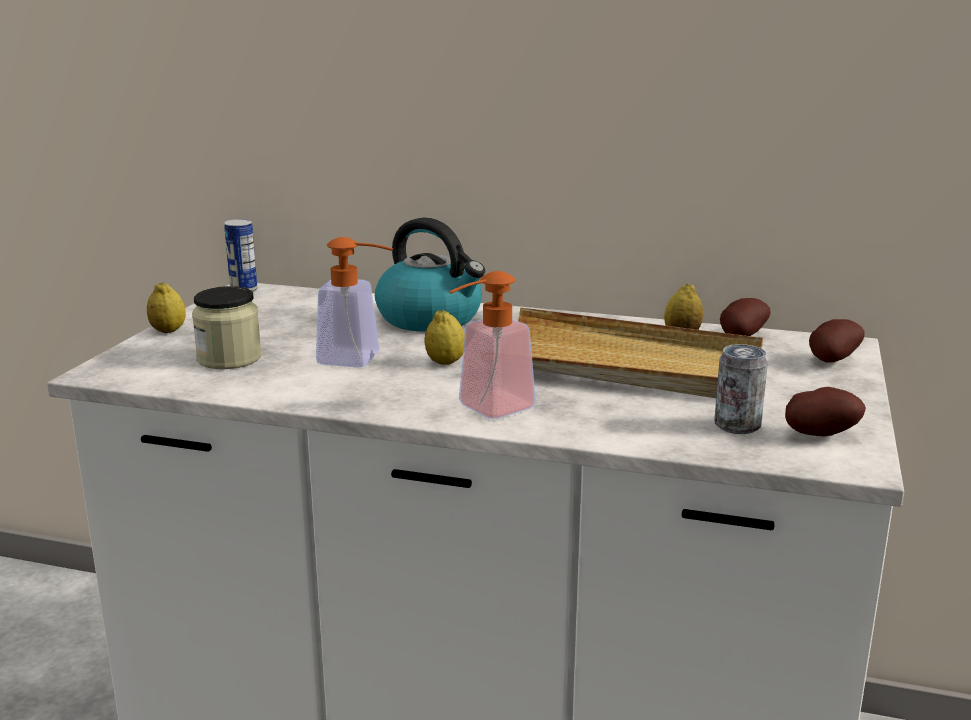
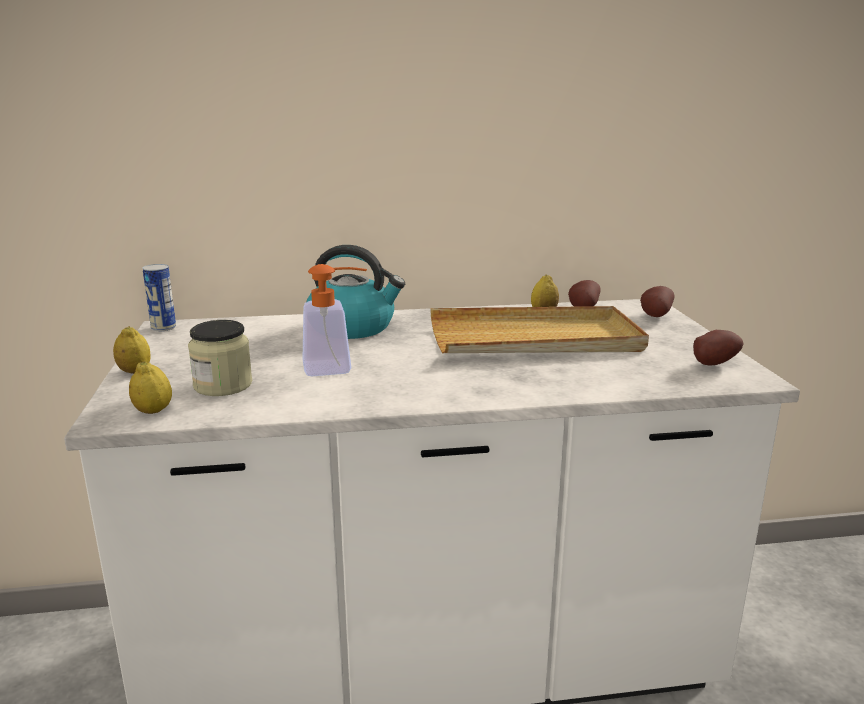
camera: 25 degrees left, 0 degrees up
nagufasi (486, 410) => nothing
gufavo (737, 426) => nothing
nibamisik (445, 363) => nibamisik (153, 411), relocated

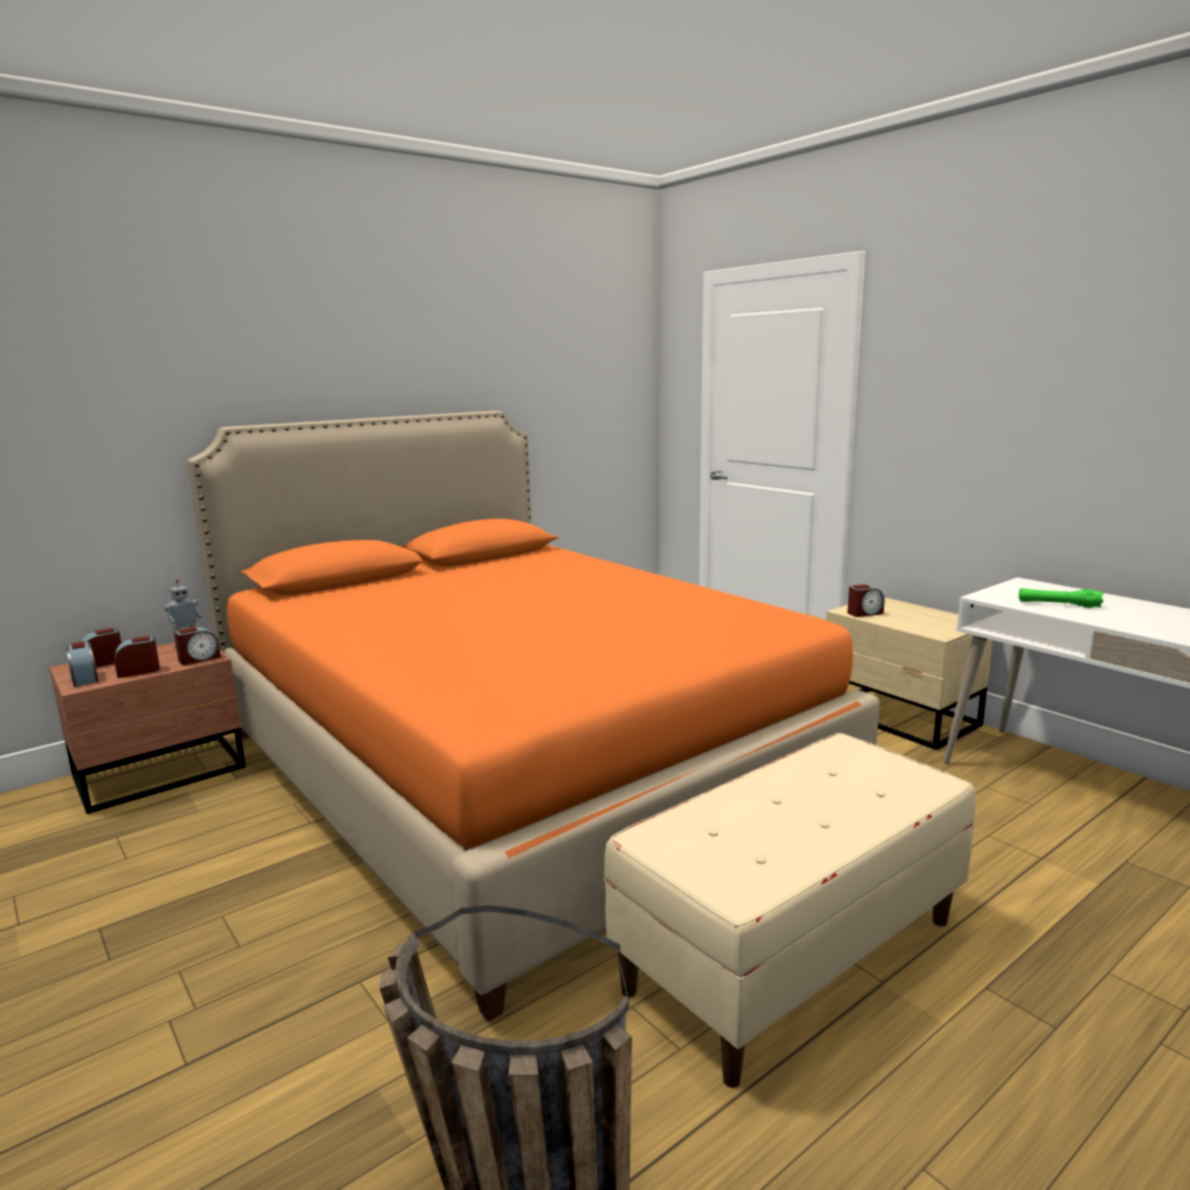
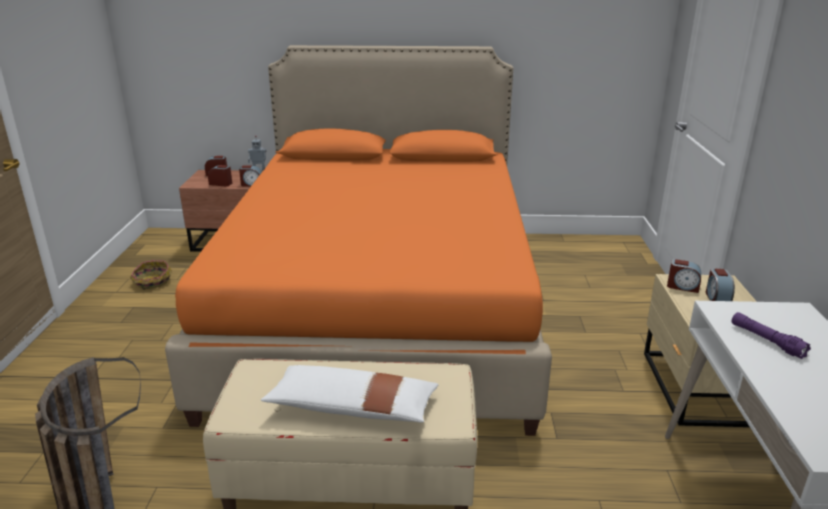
camera: 40 degrees right, 10 degrees up
nothing => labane (152, 282)
nothing => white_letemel (352, 408)
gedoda (84, 679) => gedoda (717, 298), relocated
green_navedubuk (1058, 605) => purple_navedubuk (766, 341)

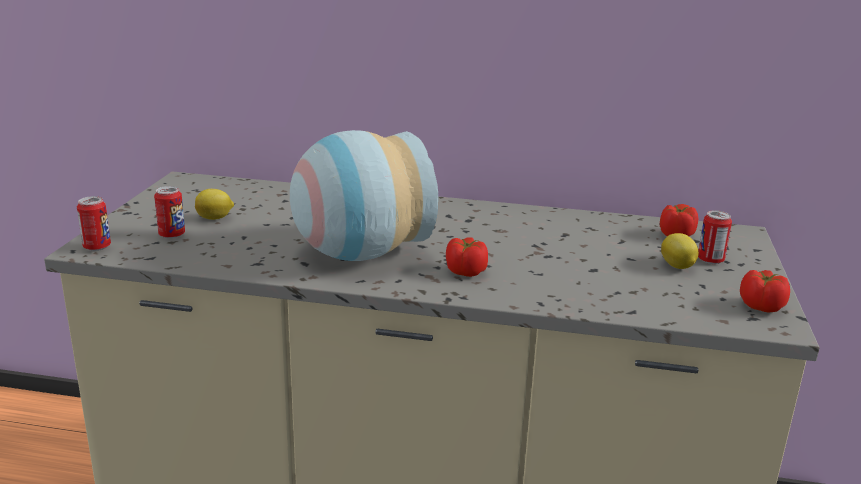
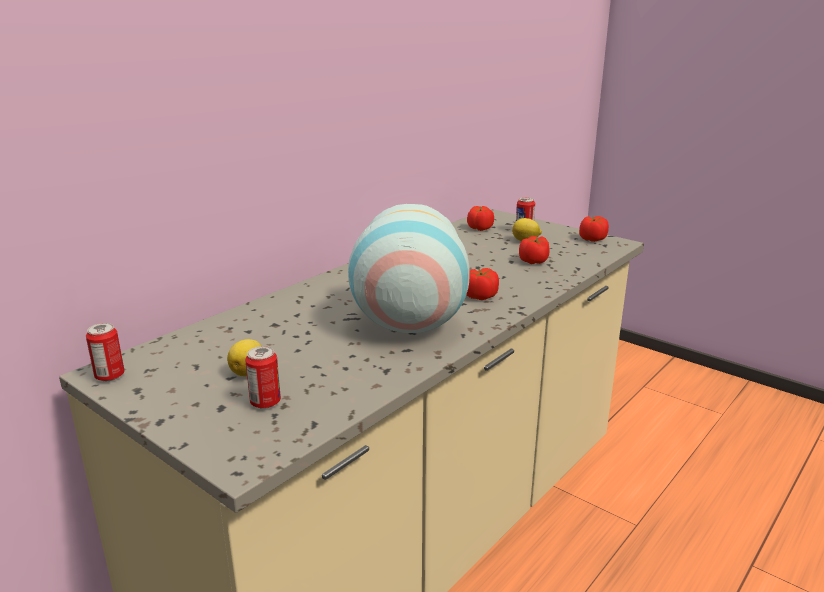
camera: 60 degrees left, 0 degrees up
nothing => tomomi (533, 261)
gufavo (97, 247) => gufavo (110, 376), relocated

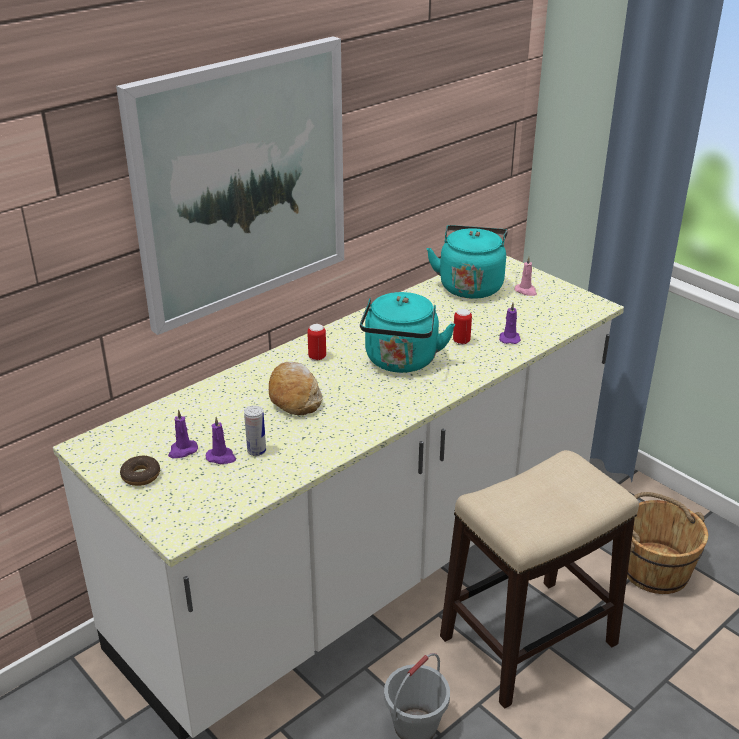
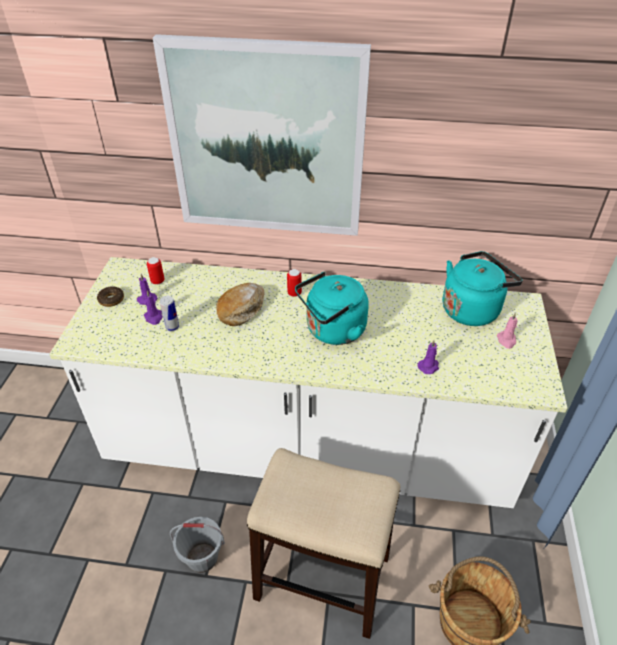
camera: 50 degrees right, 10 degrees up
gufavo (461, 341) => gufavo (157, 281), relocated

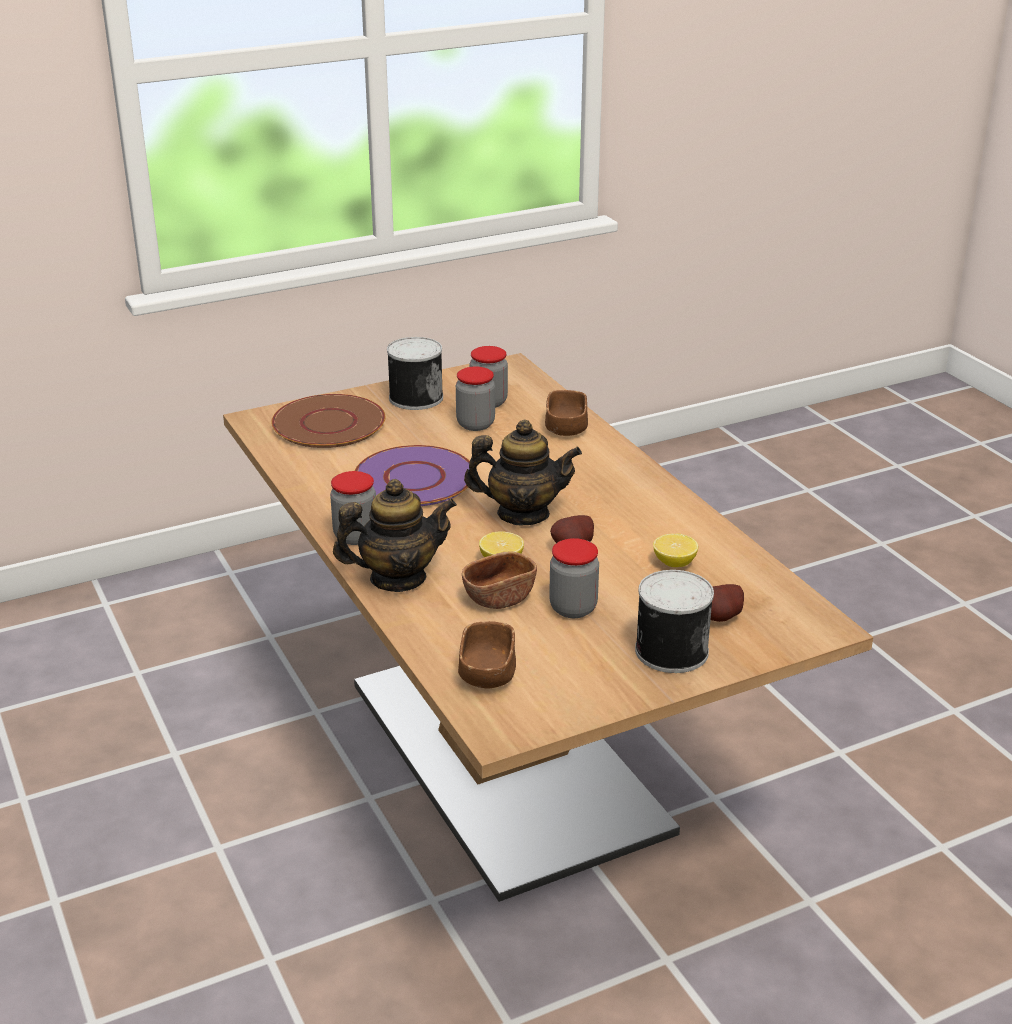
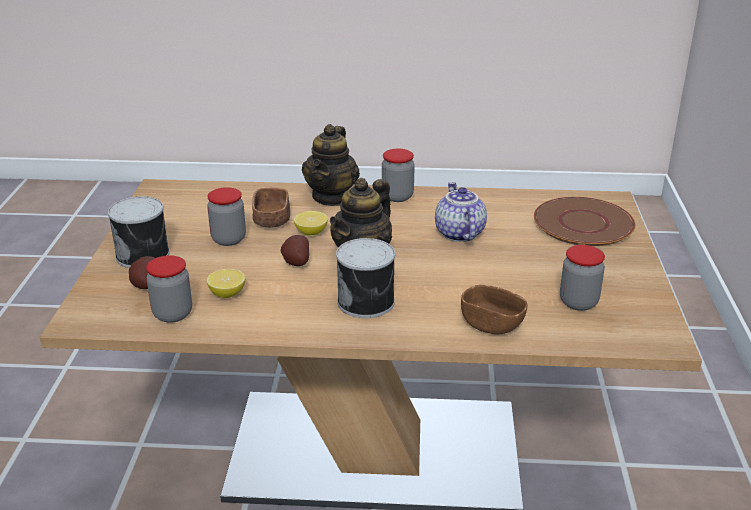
camera: 120 degrees right, 0 degrees up
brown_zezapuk (487, 674) => nothing
gufavo (415, 397) => gufavo (367, 302), relocated
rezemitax (475, 424) => rezemitax (172, 314), relocated
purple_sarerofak (415, 479) => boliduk (458, 233)

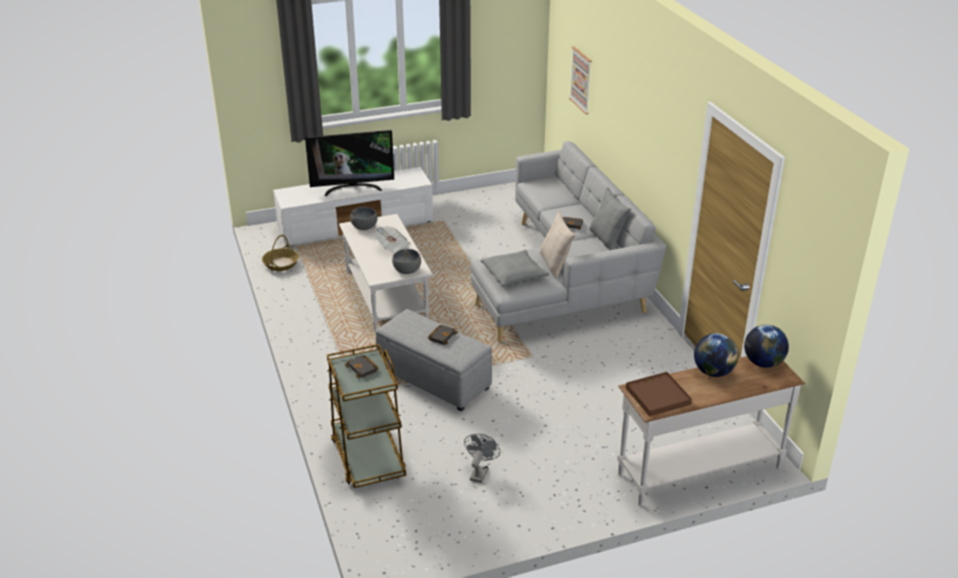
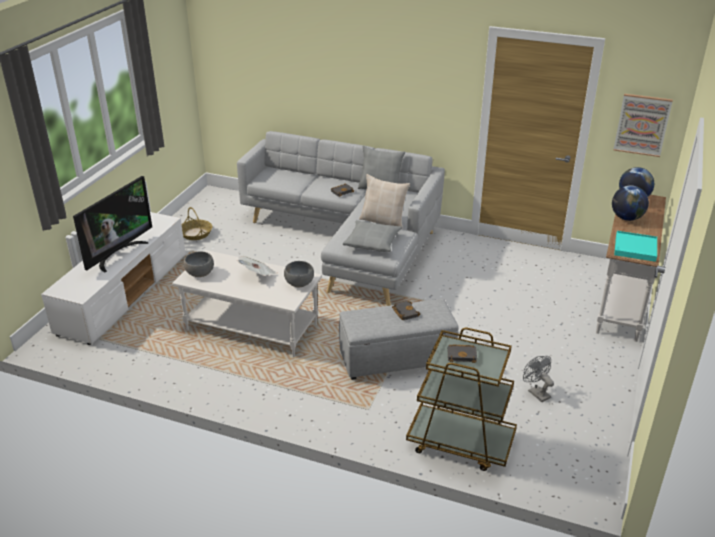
camera: 50 degrees left, 0 degrees up
labane (281, 264) => labane (196, 234), relocated
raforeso (581, 80) => raforeso (642, 125), relocated
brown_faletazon (658, 396) => turquoise_faletazon (635, 248)

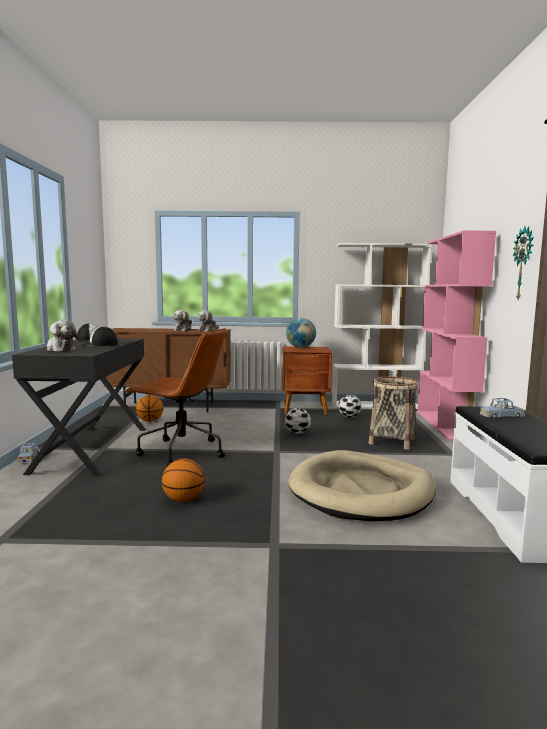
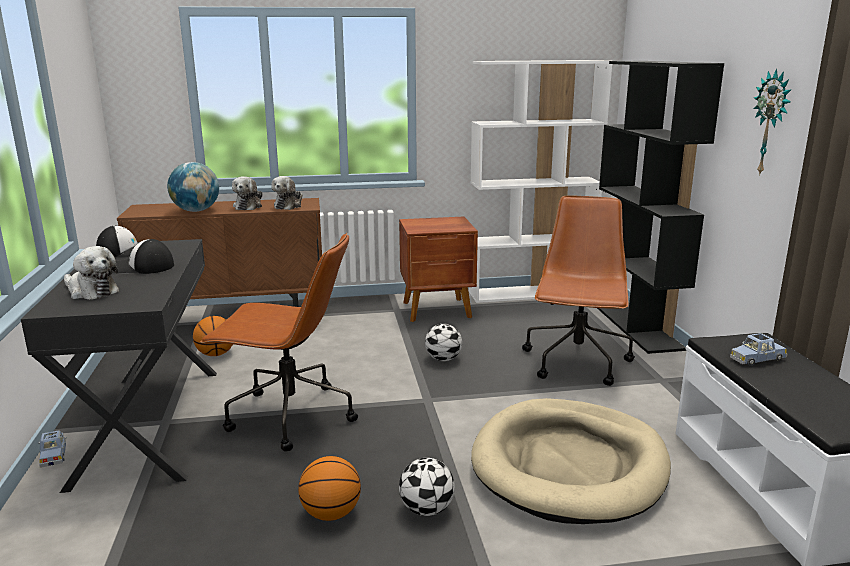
camera: 10 degrees left, 10 degrees up
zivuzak (300, 347) => zivuzak (196, 211), relocated
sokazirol (349, 417) => sokazirol (426, 509), relocated
labane (392, 441) => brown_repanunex (577, 363)
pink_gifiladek (445, 425) => black_gifiladek (635, 324)

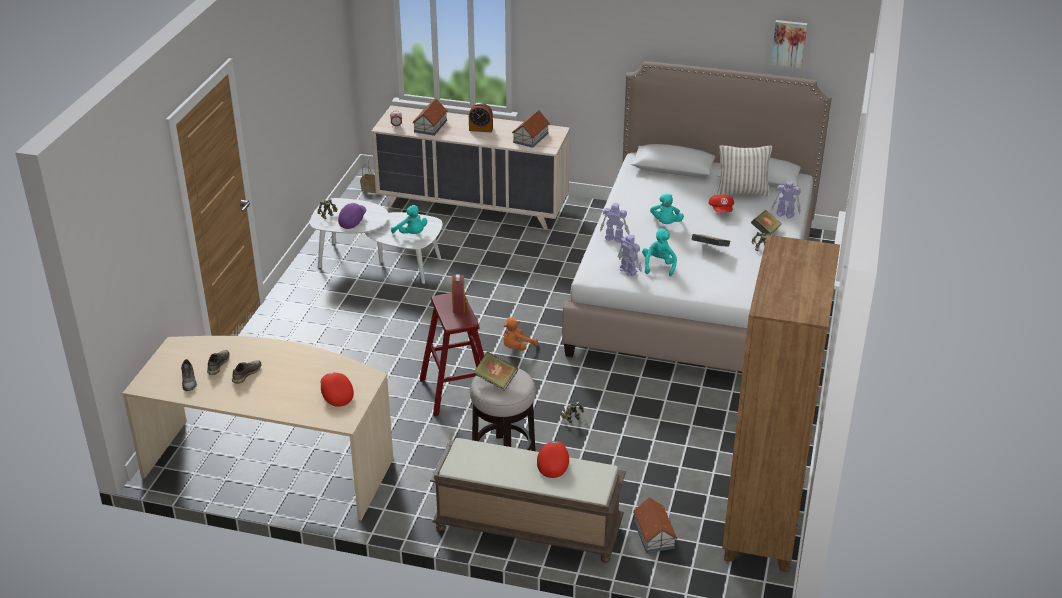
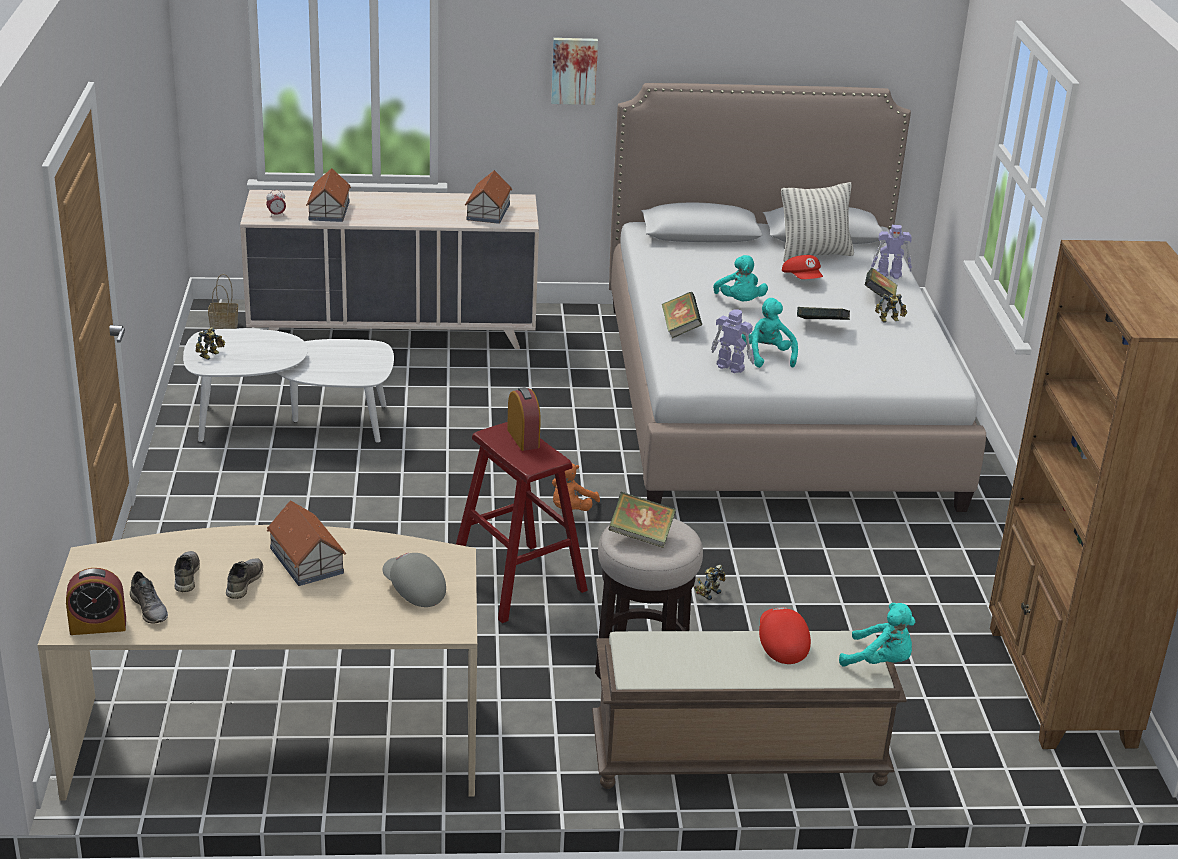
camera: 20 degrees left, 5 degrees down
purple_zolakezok (352, 221) => nothing
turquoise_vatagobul (411, 234) => turquoise_vatagobul (880, 662), relocated
gedoda (481, 129) => gedoda (98, 626), relocated
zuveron (654, 534) => zuveron (307, 560), relocated
raforeso (789, 43) => raforeso (574, 70), relocated
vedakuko (613, 238) => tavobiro (680, 328)
red_zolakezok (336, 395) => grey_zolakezok (413, 591)

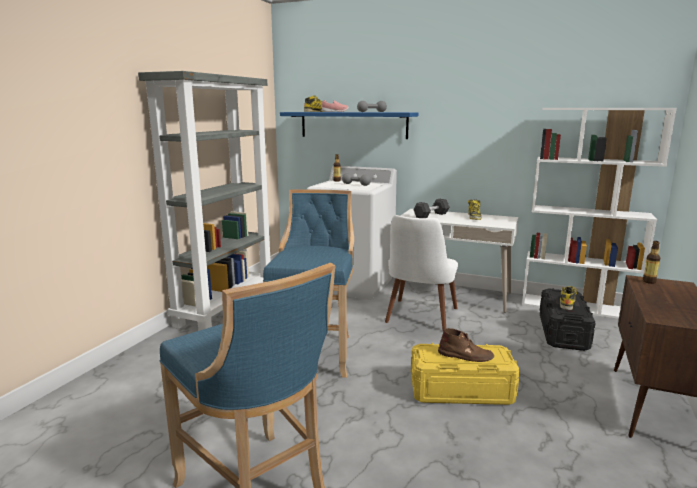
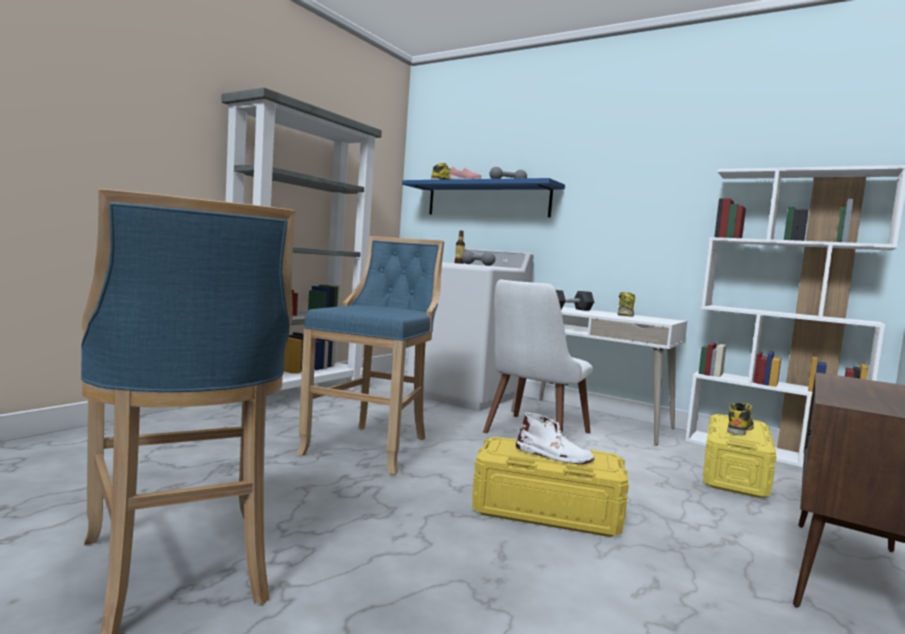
camera: 10 degrees right, 10 degrees down
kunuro (649, 281) => nothing
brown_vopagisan (466, 356) => white_vopagisan (554, 455)
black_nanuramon (562, 332) => yellow_nanuramon (734, 475)

